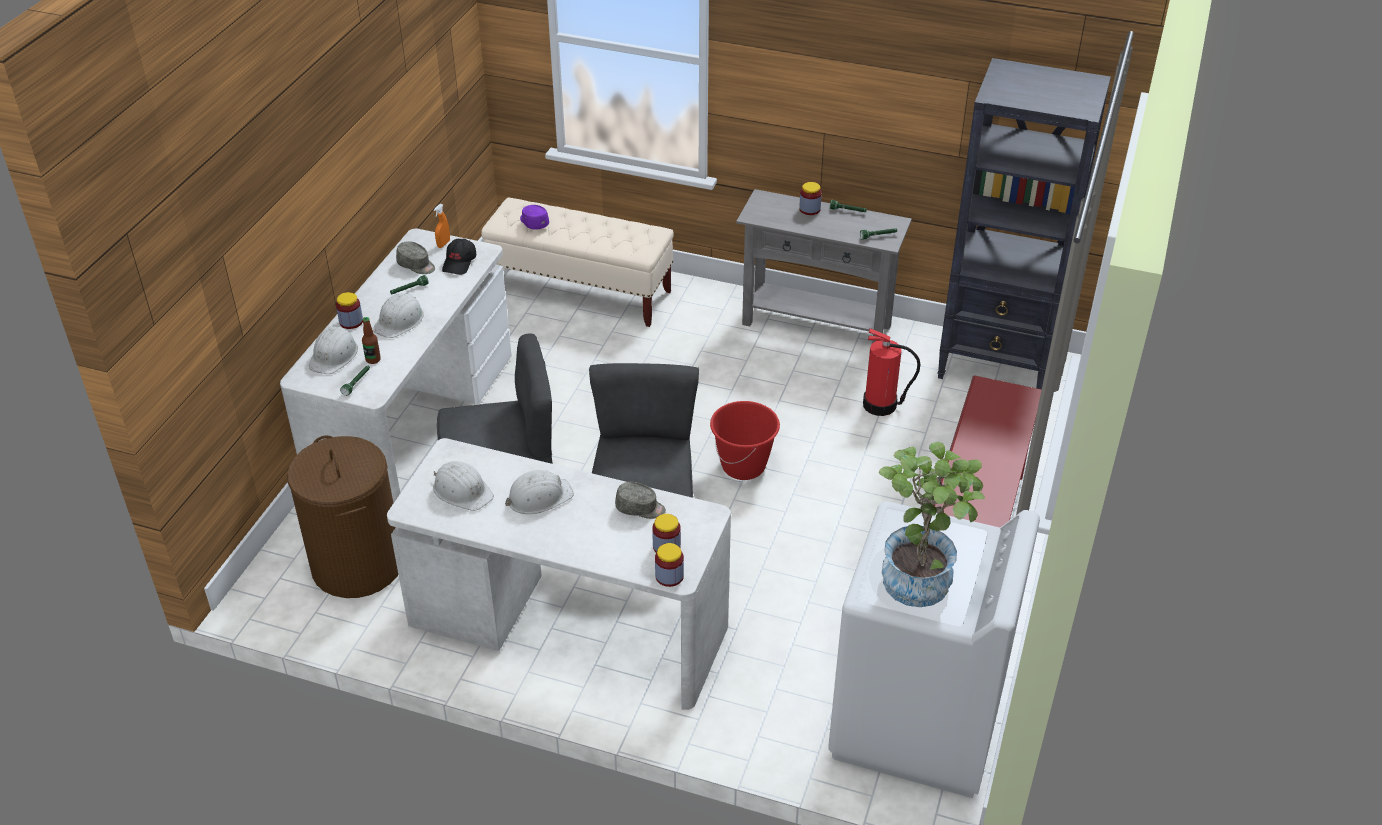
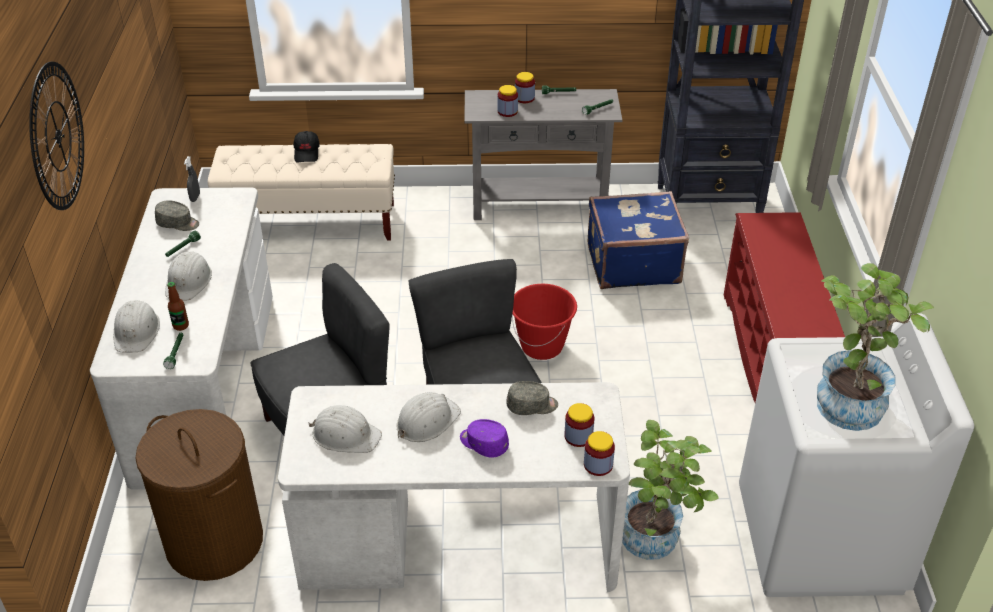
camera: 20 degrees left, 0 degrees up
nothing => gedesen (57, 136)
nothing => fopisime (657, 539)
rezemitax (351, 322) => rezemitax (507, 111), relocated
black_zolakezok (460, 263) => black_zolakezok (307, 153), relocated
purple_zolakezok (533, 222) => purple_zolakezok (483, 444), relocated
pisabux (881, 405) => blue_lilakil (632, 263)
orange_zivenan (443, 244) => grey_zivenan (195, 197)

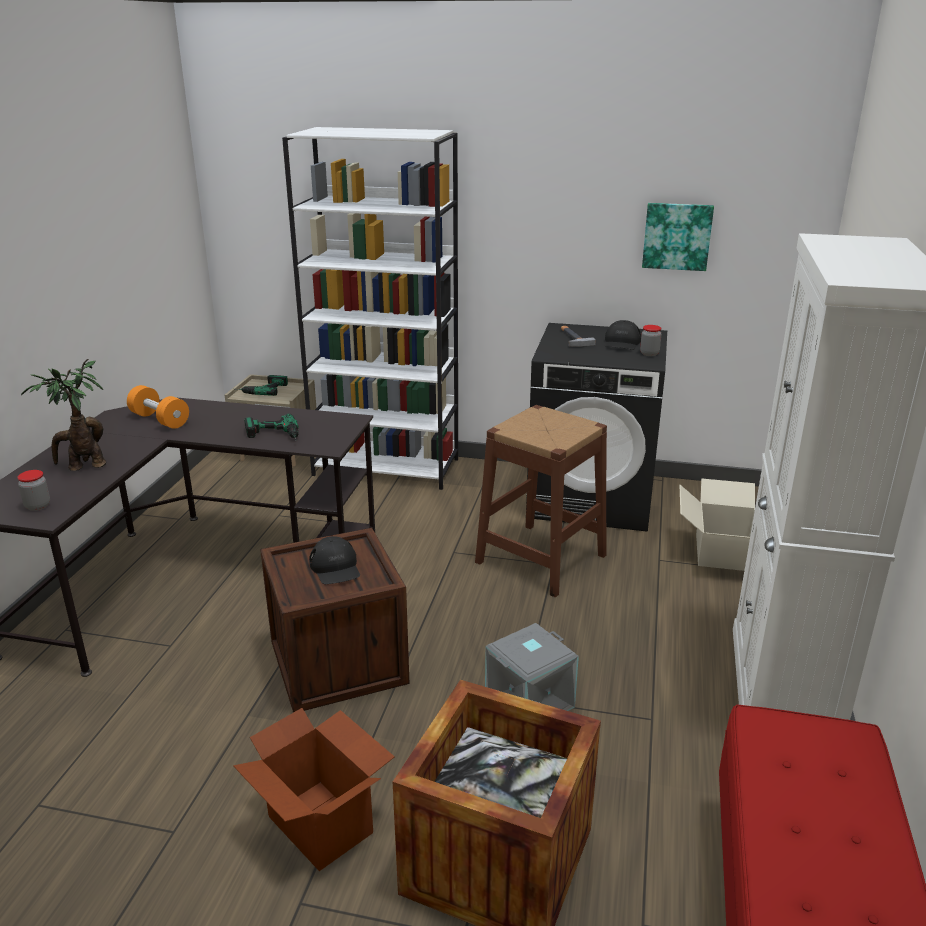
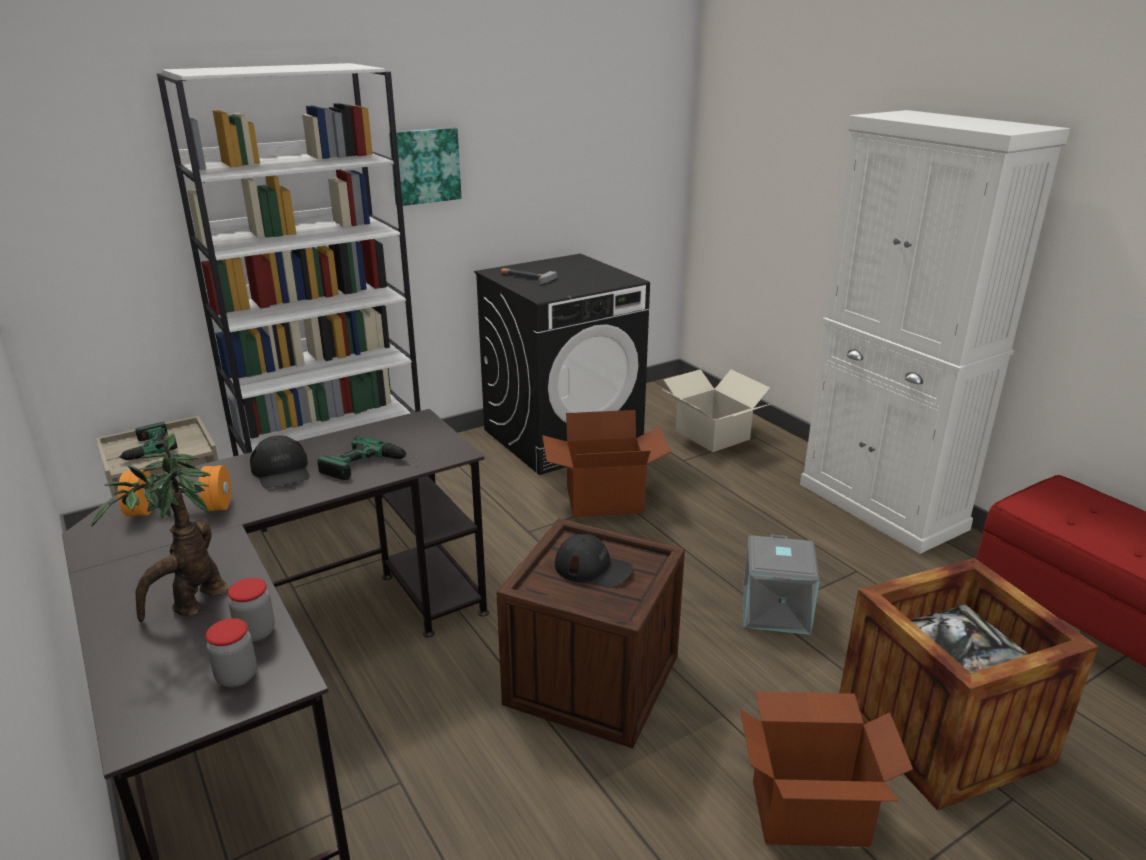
camera: 45 degrees left, 0 degrees up
black_zolakezok (621, 343) => black_zolakezok (282, 471), relocated
rezemitax (649, 354) => rezemitax (256, 632), relocated
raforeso (677, 236) => raforeso (425, 166), relocated
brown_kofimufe (541, 558) => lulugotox (604, 501)

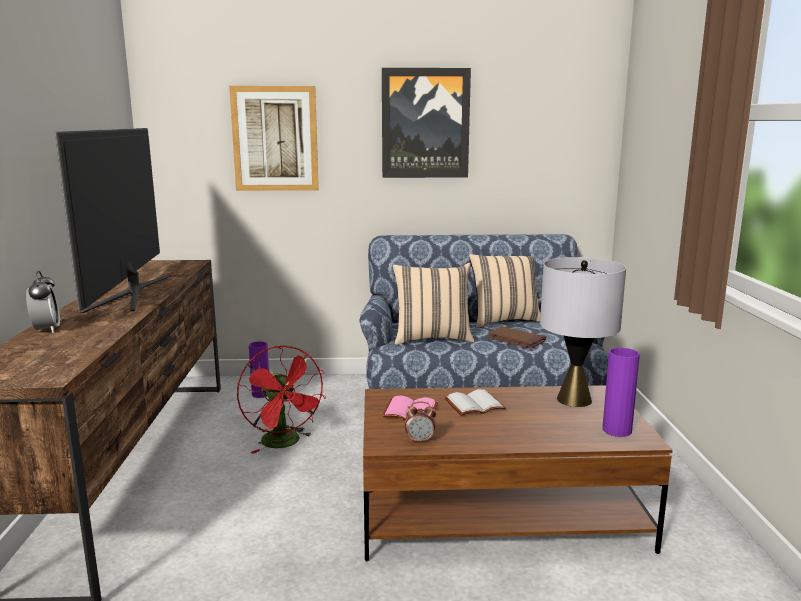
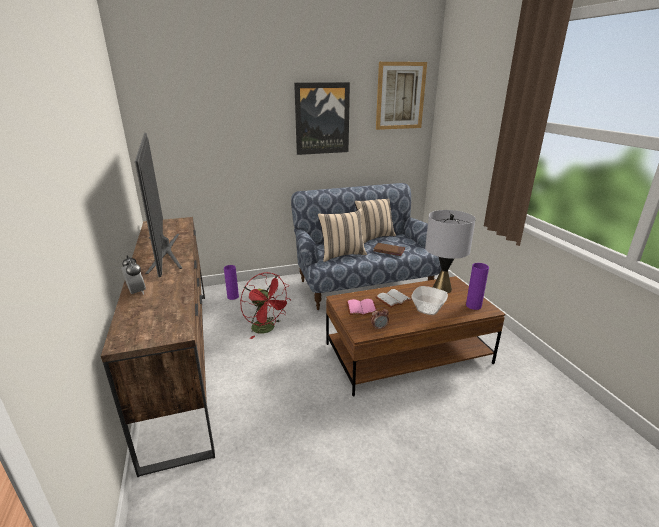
camera: 15 degrees left, 10 degrees up
nothing => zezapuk (428, 310)
raforeso (275, 139) => raforeso (400, 96), relocated

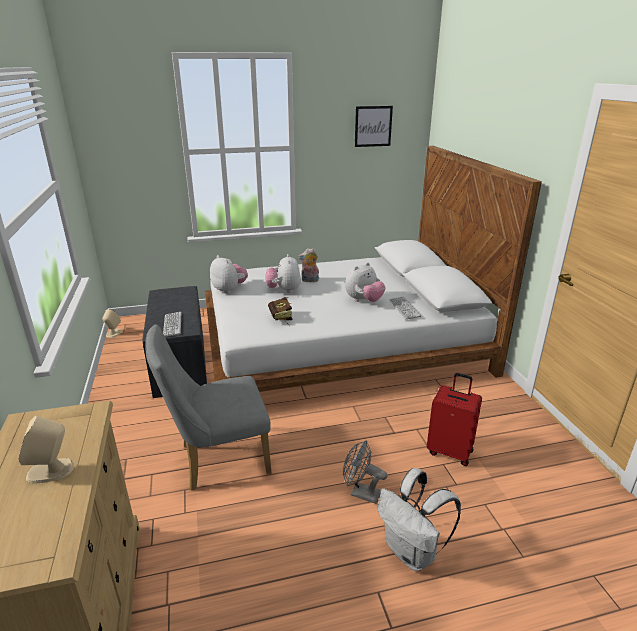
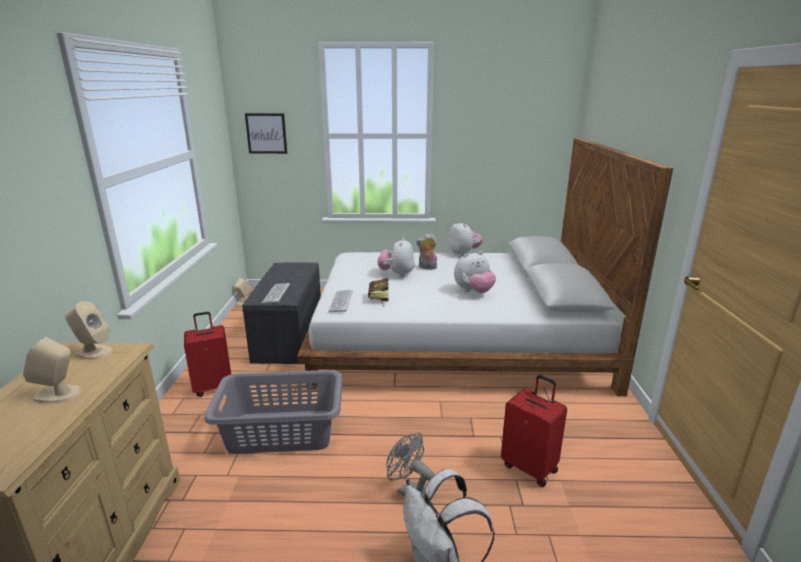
camera: 15 degrees right, 5 degrees down
nothing => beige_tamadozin (93, 352)
nothing => red_lilakil (214, 387)
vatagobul (229, 289) => vatagobul (463, 253), relocated
raforeso (373, 126) => raforeso (266, 133), relocated
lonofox (404, 308) => lonofox (341, 301), relocated
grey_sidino (218, 460) => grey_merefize (281, 431)

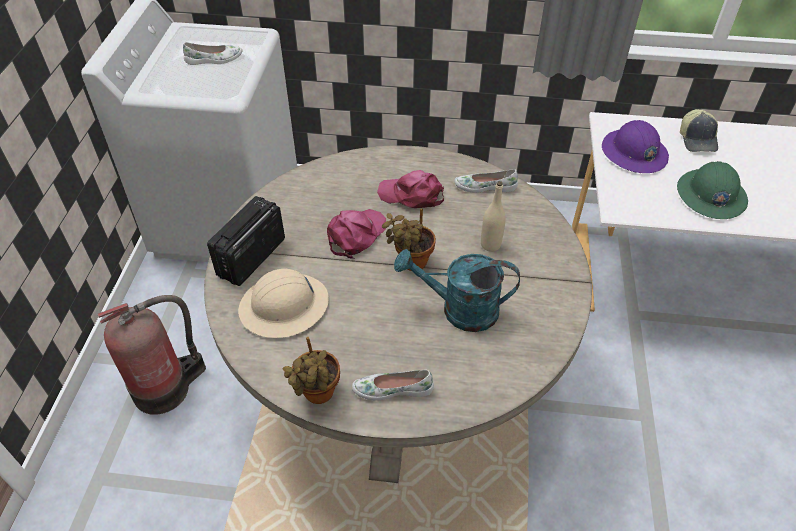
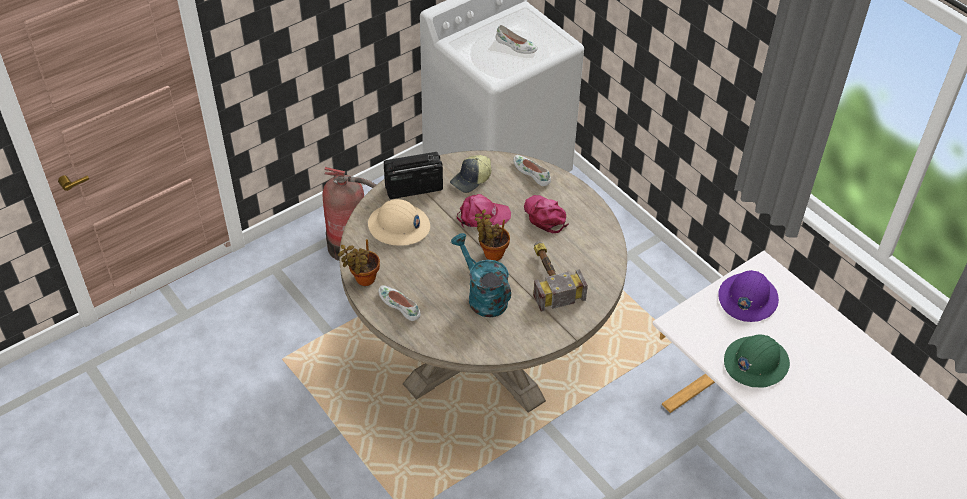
camera: 45 degrees right, 0 degrees up
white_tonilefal (485, 186) => white_tonilefal (532, 172), relocated
zolakezok (698, 139) => zolakezok (471, 180), relocated
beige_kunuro (490, 245) => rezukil (549, 277)

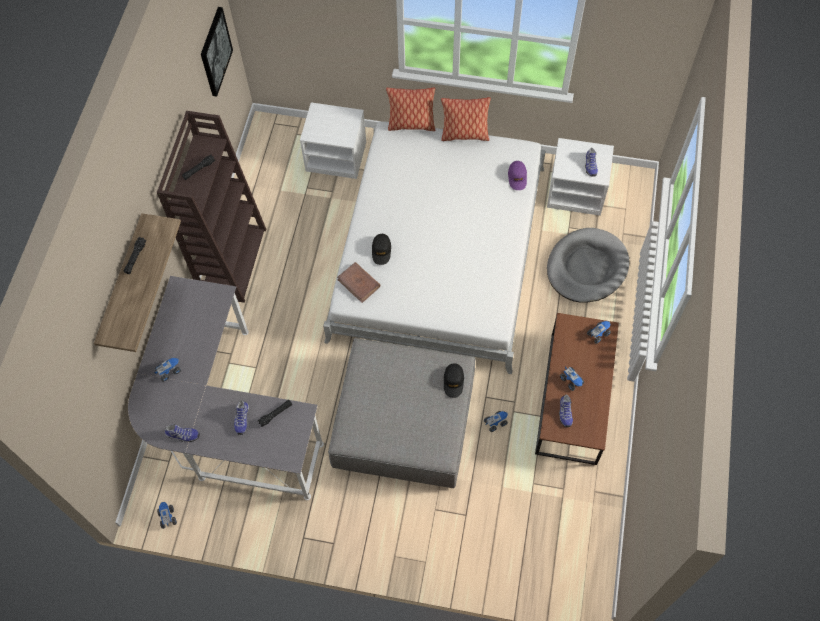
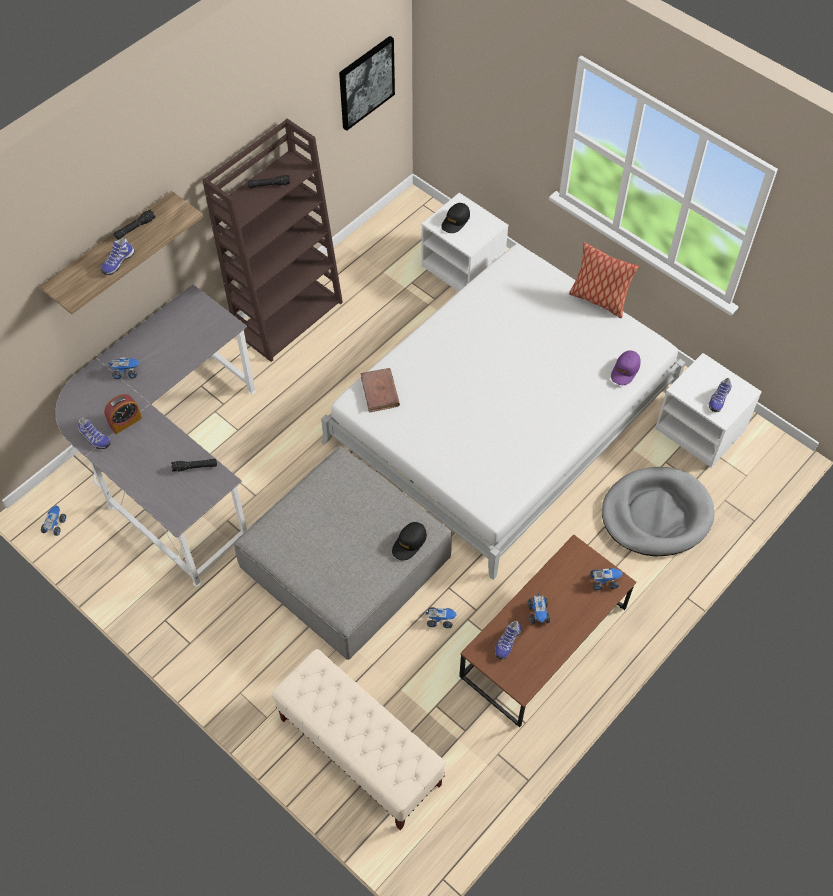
camera: 30 degrees right, 5 degrees down
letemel (411, 125) => nothing
nothing => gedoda (125, 421)
nothing => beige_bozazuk (359, 751)
tonilefal (241, 419) => tonilefal (117, 262), relocated
black_zolakezok (381, 251) => black_zolakezok (455, 221), relocated

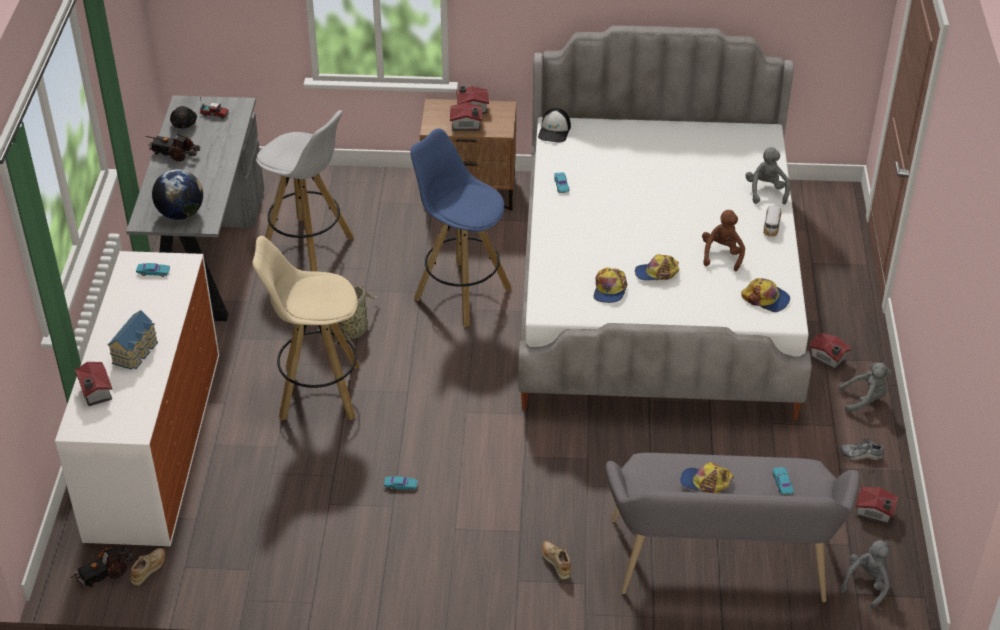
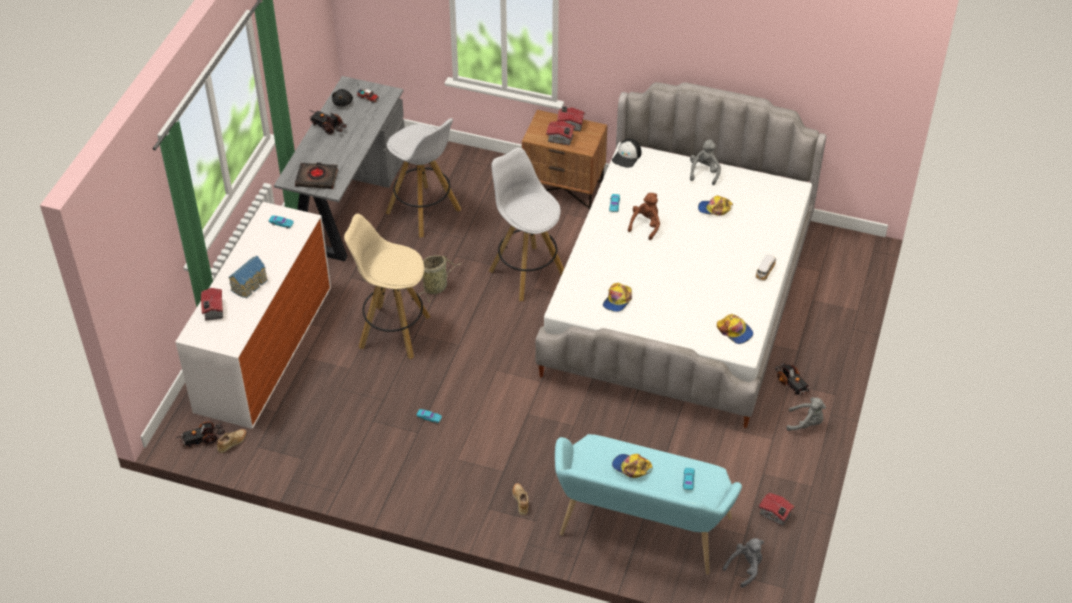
camera: 15 degrees right, 5 degrees up
tonilefal (861, 454) => nothing
zolakezok (656, 273) => zolakezok (714, 209), relocated
brown_vatagobul (722, 255) => brown_vatagobul (645, 225), relocated
grey_vatagobul (766, 191) => grey_vatagobul (704, 172), relocated
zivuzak (180, 214) => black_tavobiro (317, 178)
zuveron (828, 359) => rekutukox (791, 384)
blue_kofimufe (461, 293) => white_kofimufe (526, 272)
grey_bozazuk (720, 568) => turquoise_bozazuk (640, 531)

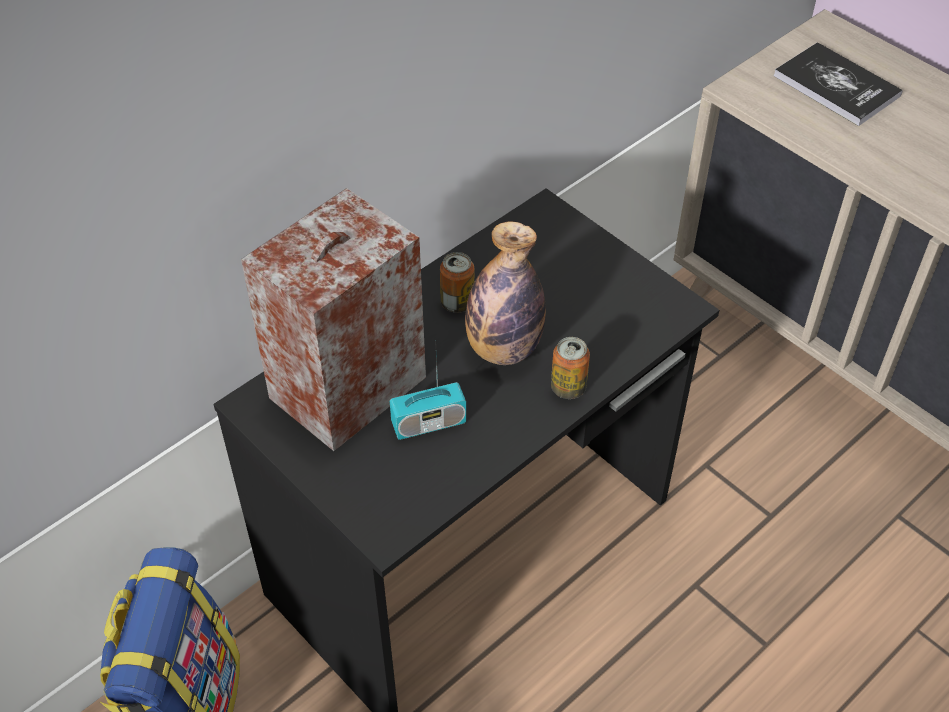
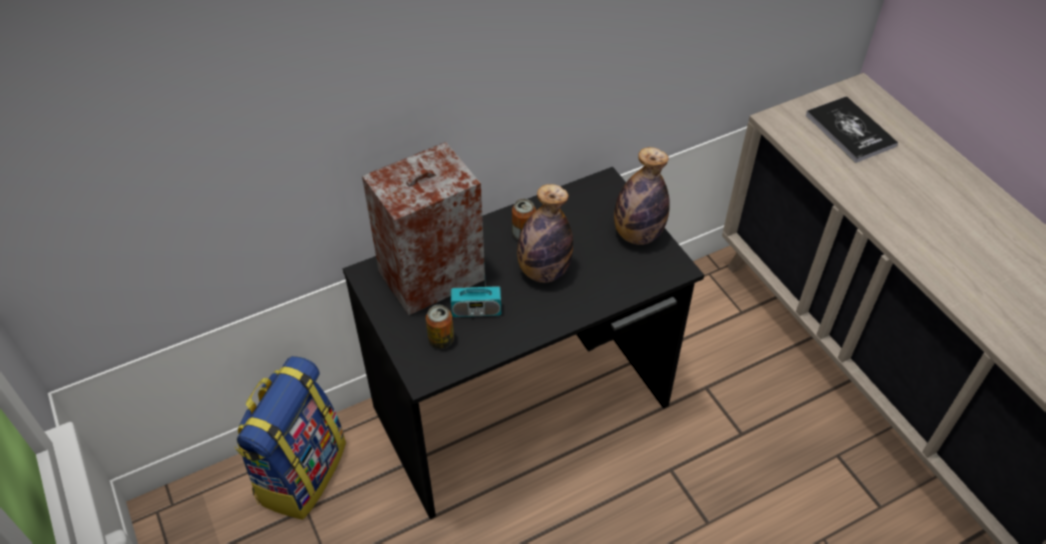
camera: 15 degrees right, 0 degrees up
nothing => kunuro (637, 234)
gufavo (568, 388) => gufavo (441, 340), relocated

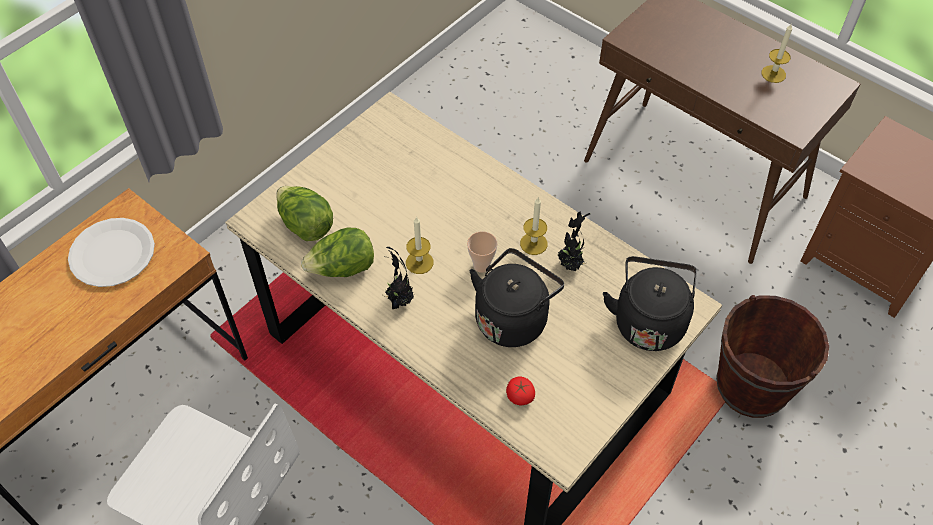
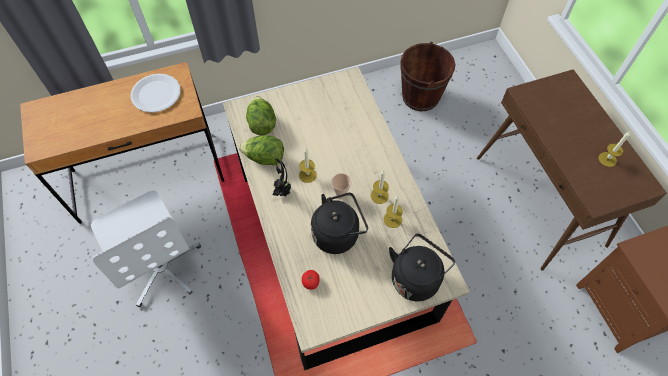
camera: 30 degrees right, 5 degrees up
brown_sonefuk (751, 386) => brown_sonefuk (420, 96), relocated
fopisime (571, 265) => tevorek (392, 219)

